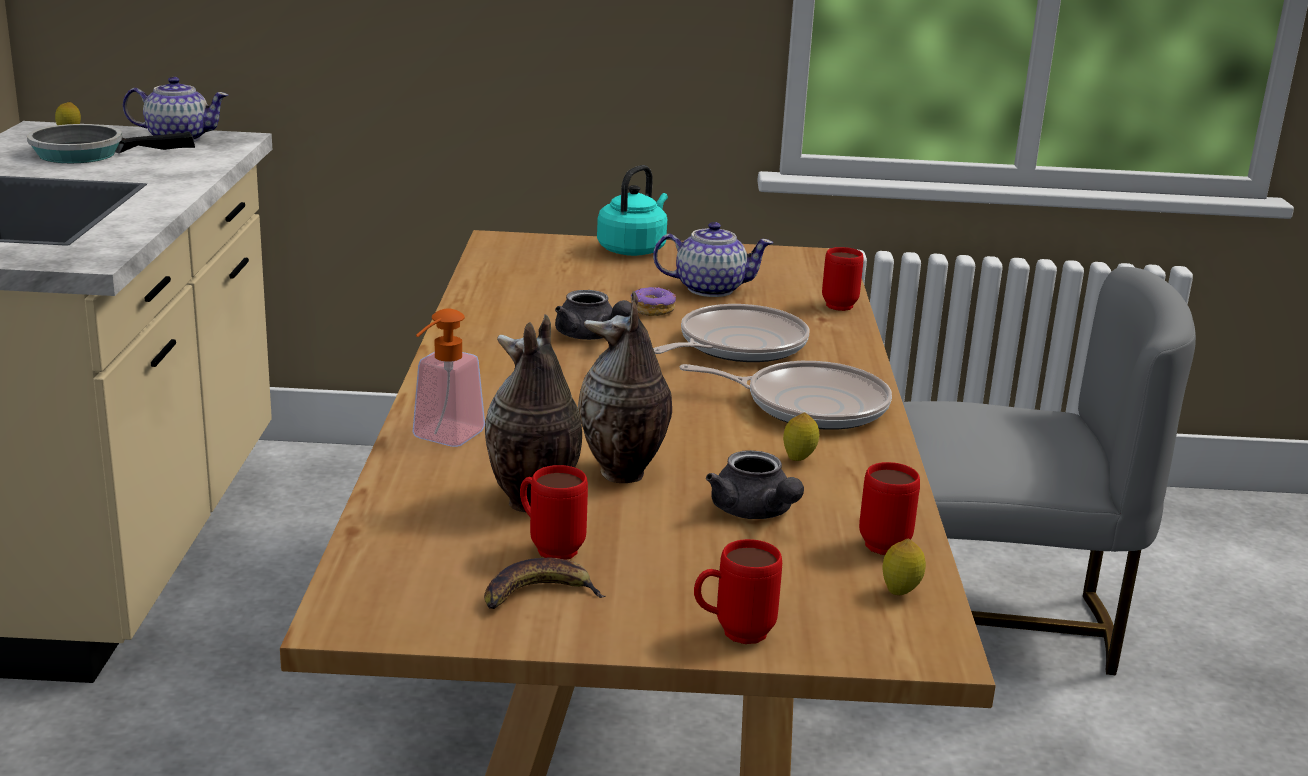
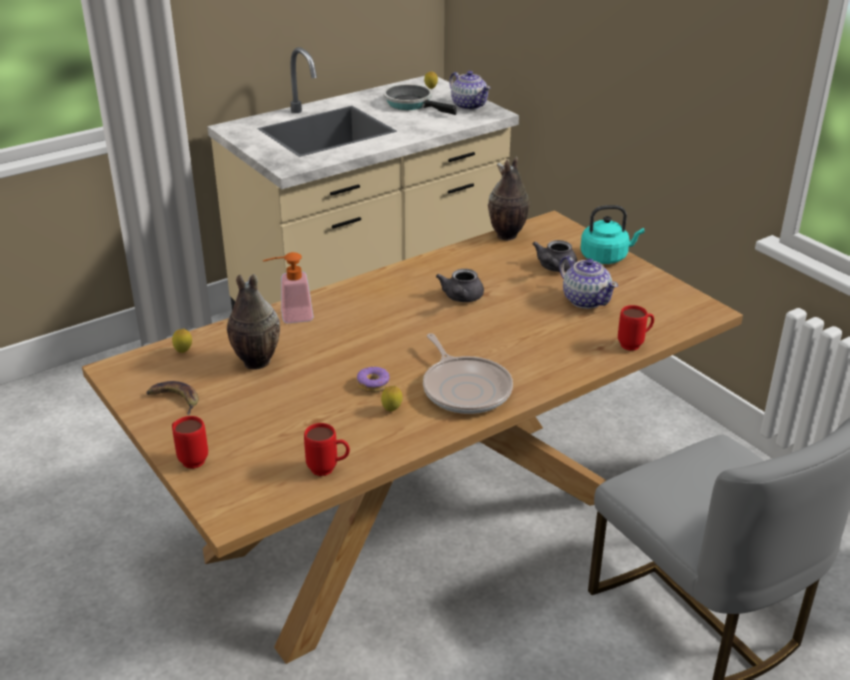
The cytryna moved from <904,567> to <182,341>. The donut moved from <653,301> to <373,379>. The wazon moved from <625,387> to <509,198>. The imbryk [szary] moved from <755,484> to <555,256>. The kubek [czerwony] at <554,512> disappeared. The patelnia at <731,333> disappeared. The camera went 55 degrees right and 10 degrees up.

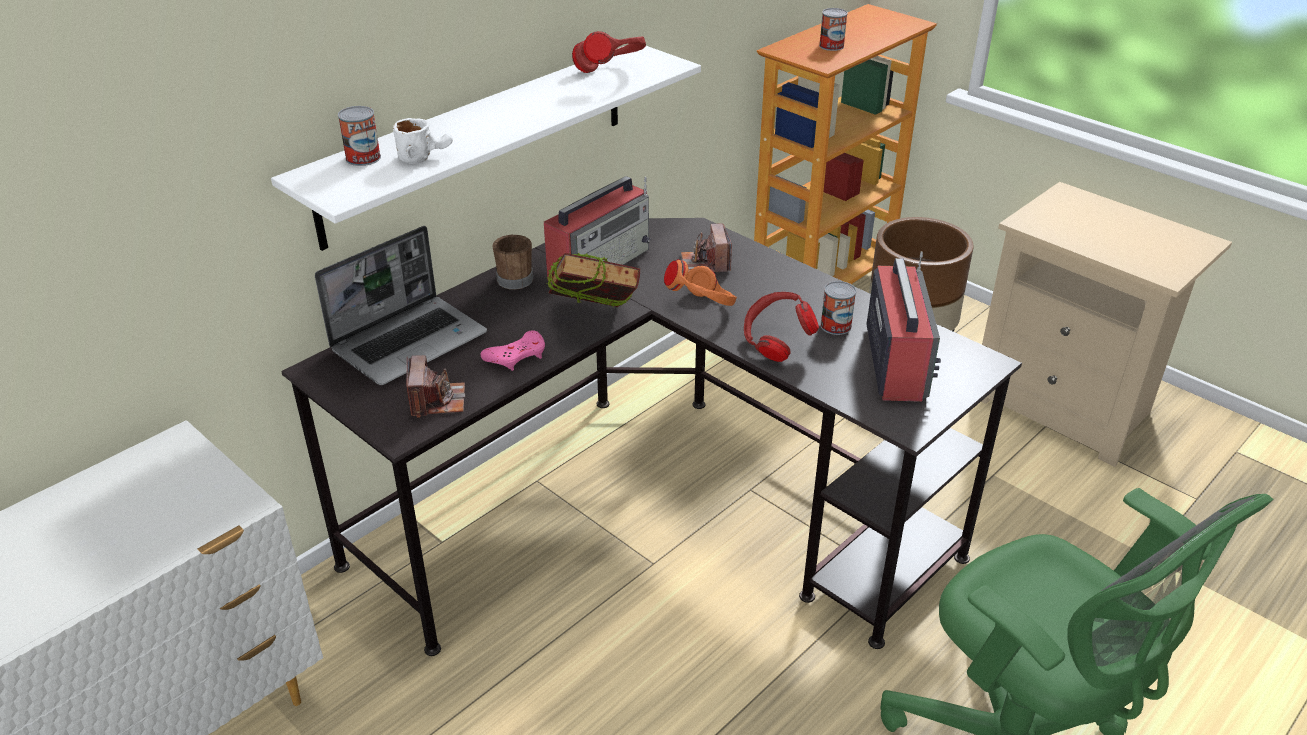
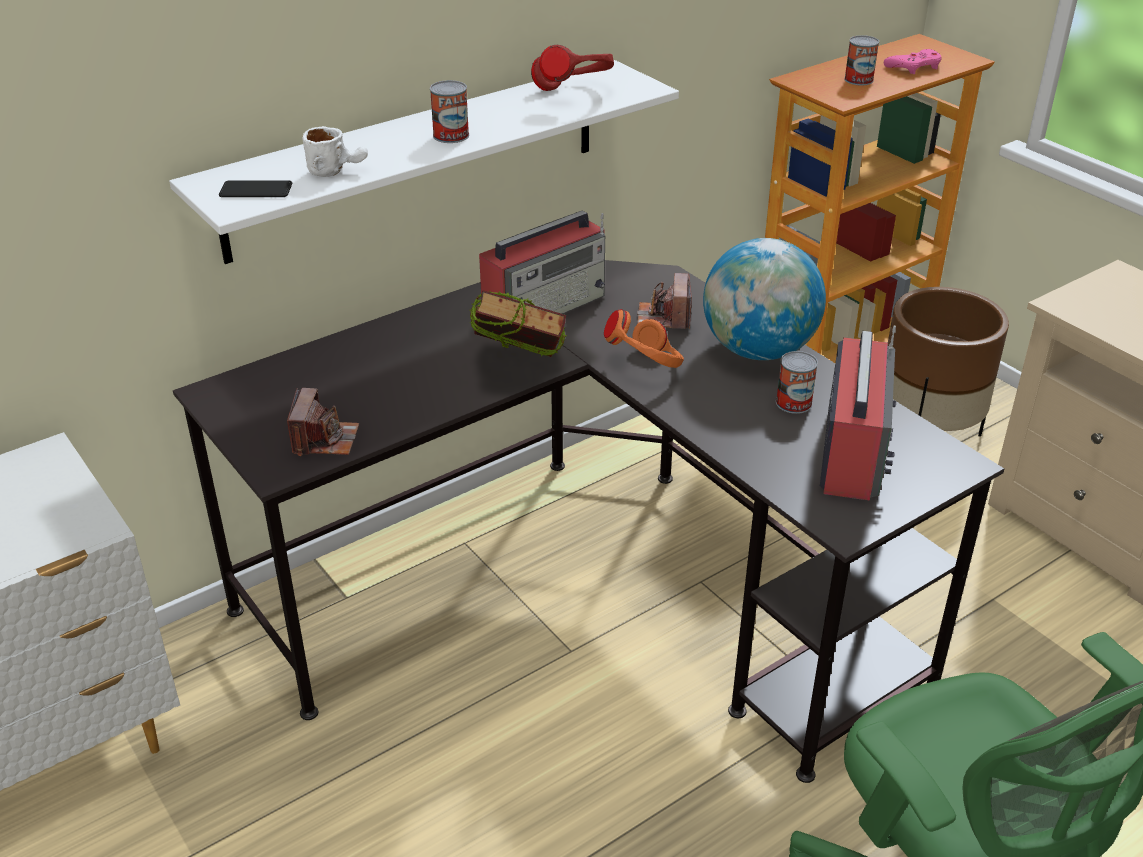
The telefon at <255,188> appeared. The puszka moved from <359,136> to <449,111>. The globus at <764,299> appeared. The pad do gier [różowy] moved from <513,350> to <913,61>. The laptop at <401,305> disappeared. The kubek [brązowy] at <512,262> disappeared. The słuchawki [czerwony] at <781,327> disappeared. The camera went 10 degrees right and 0 degrees up.

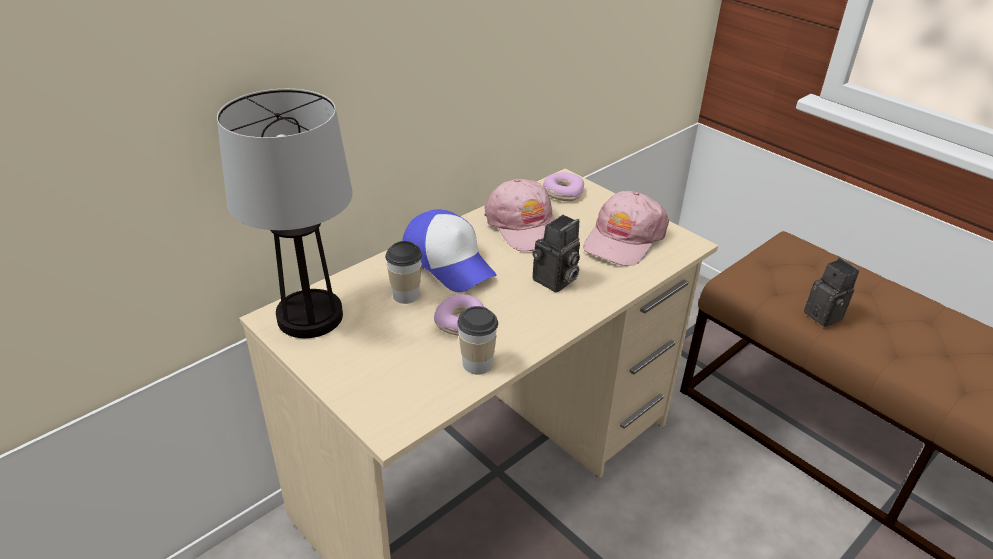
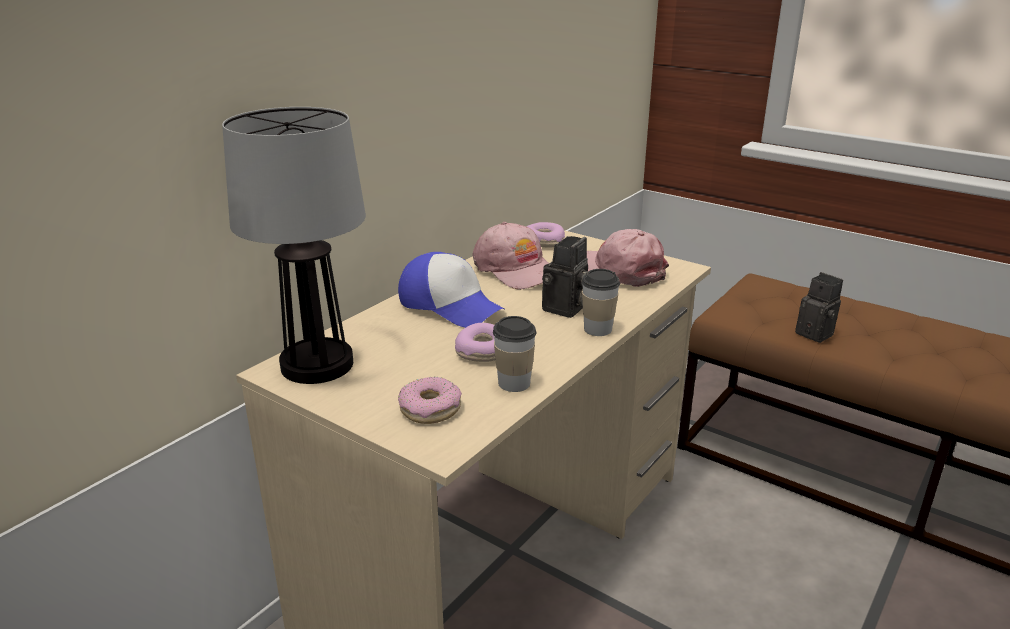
The donut at <430,400> appeared. The filiżanka moved from <403,272> to <601,302>. The czapka z daszkiem [różowy] at <626,228> turned 105 degrees clockwise. The camera went 10 degrees left and 10 degrees down.

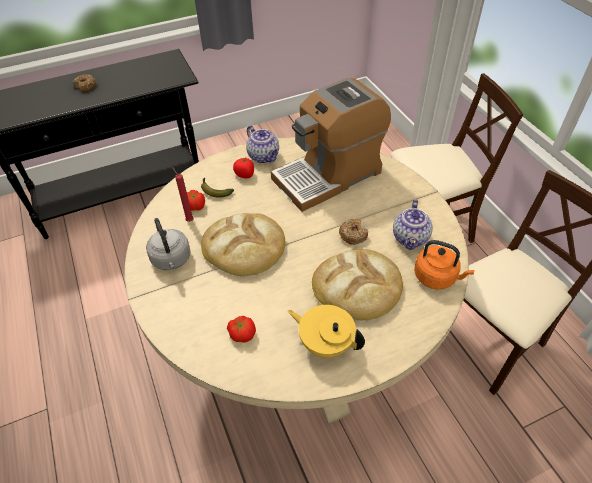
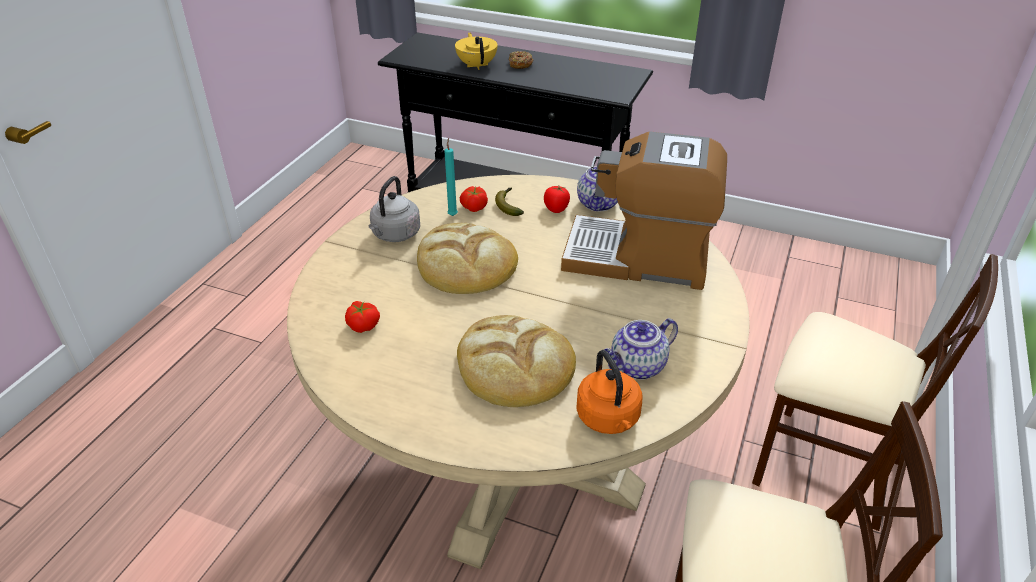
The świeca [czerwony] at <183,194> became the świeca [turkusowy] at <451,177>. The imbryk [żółty] moved from <326,331> to <476,51>. The donut at <353,232> disappeared. The camera went 45 degrees right and 10 degrees down.

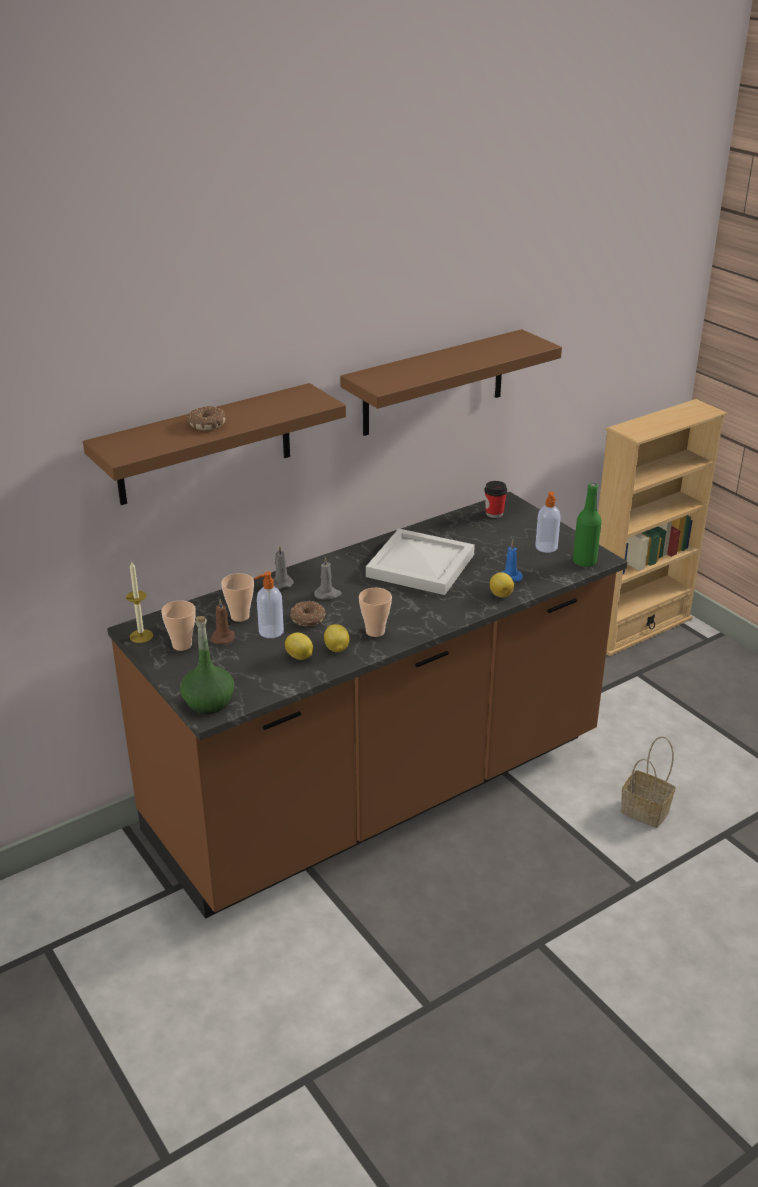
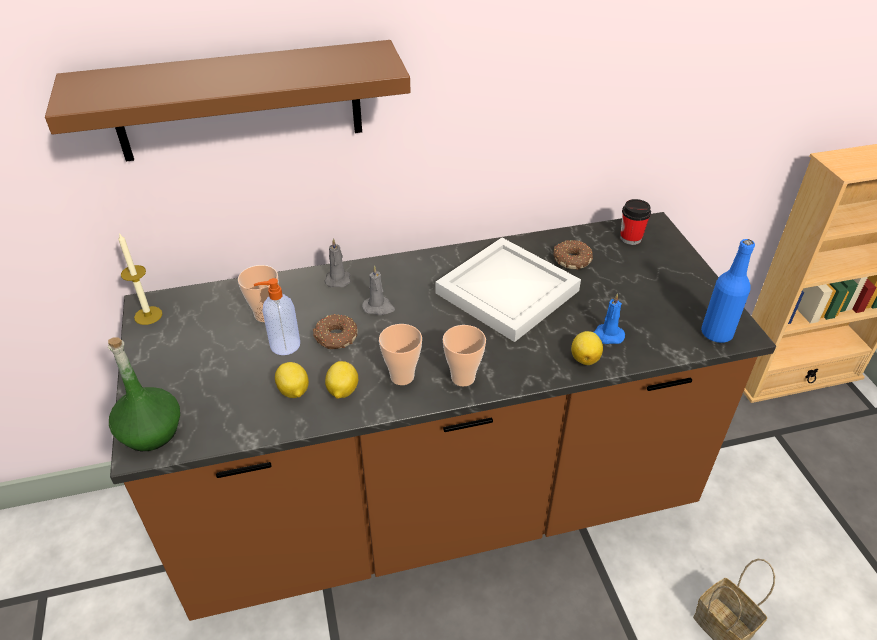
The filiżanka moved from <178,626> to <464,356>. The donut moved from <206,418> to <573,254>. The butelka [zielony] at <587,525> became the butelka [niebieski] at <728,291>. The świeca [brązowy] at <223,621> disappeared. The półka [brązowy] at <451,382> disappeared. The dozownik mydła at <548,522> disappeared. The camera went 20 degrees right and 10 degrees up.

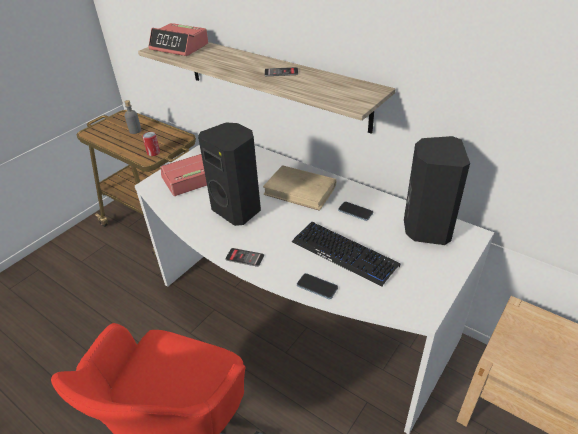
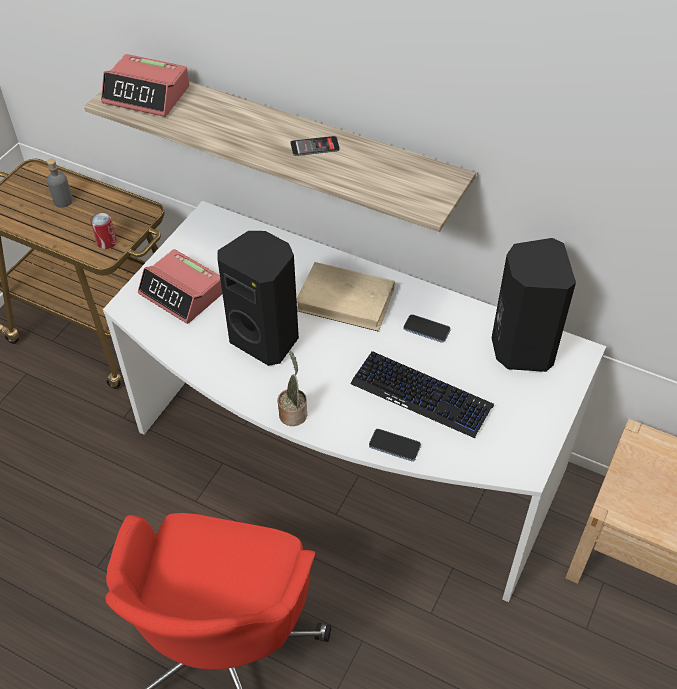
The budzik at <184,175> turned 105 degrees counterclockwise. The telefon at <244,257> was replaced by the roślina doniczkowa at <292,388>. The camera went 10 degrees left and 10 degrees up.

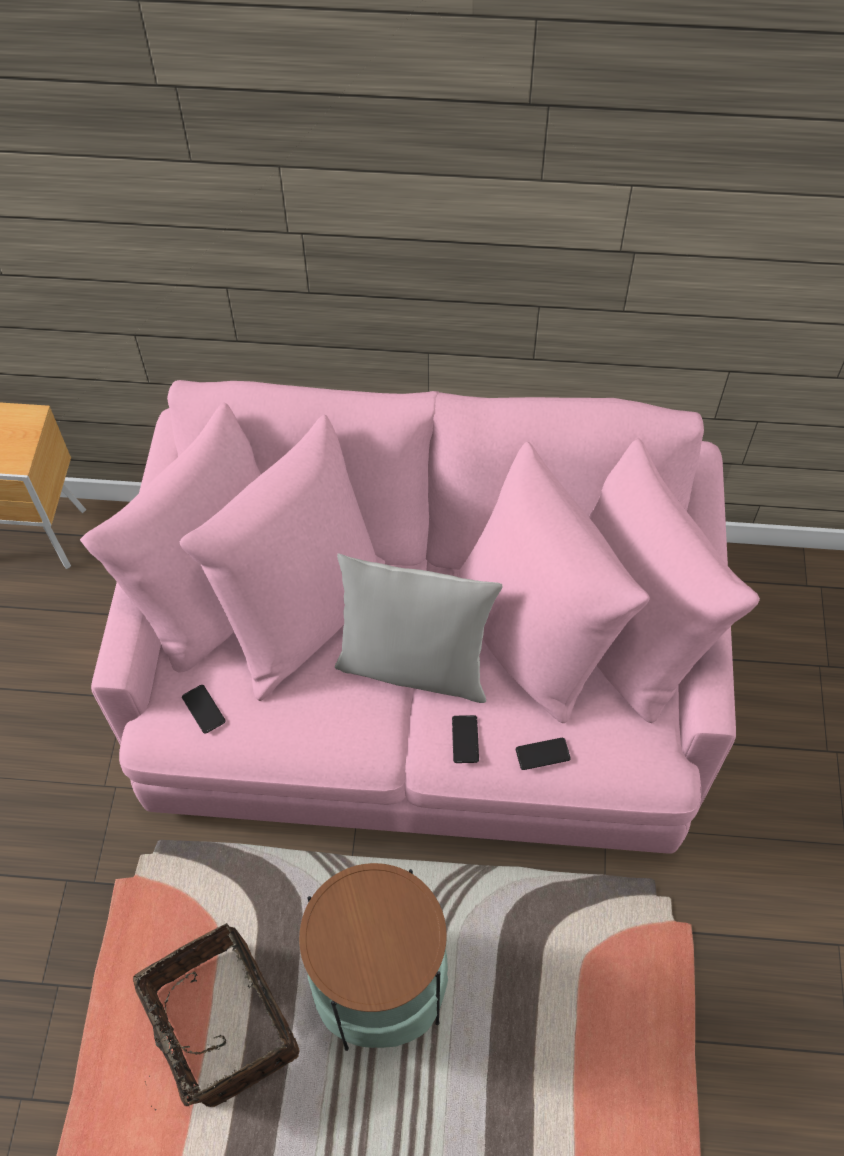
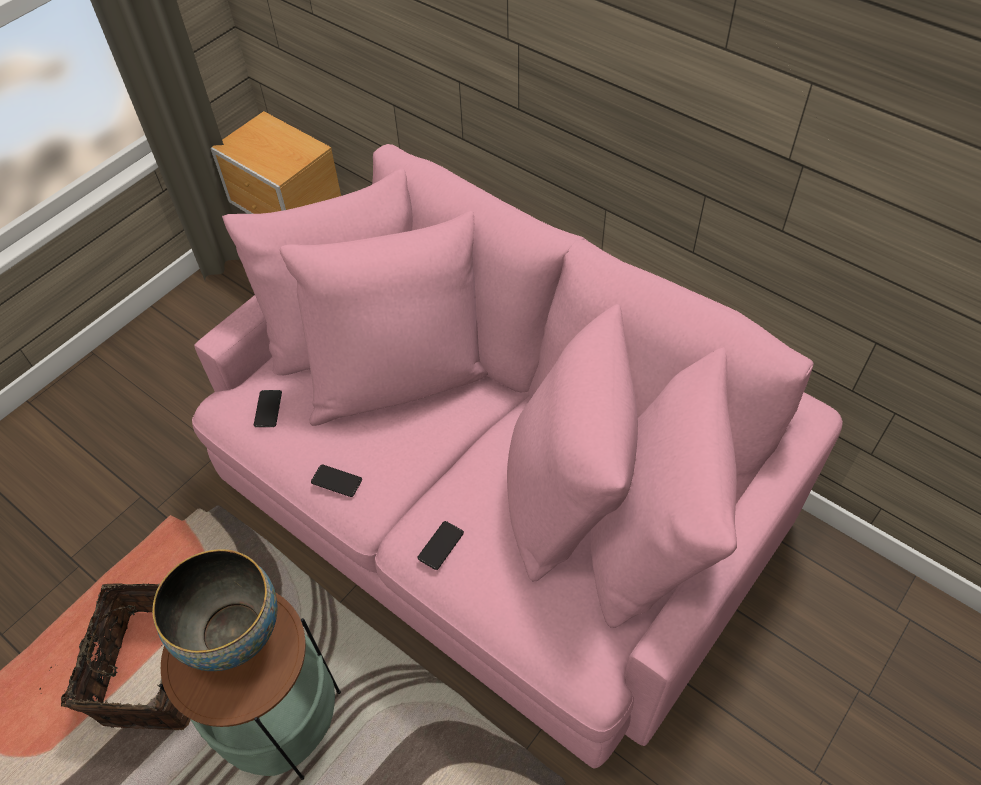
The miska at <215,610> appeared. The telefon moved from <543,754> to <336,481>. The poduszka [szary] at <419,628> disappeared. The camera went 35 degrees right and 5 degrees down.

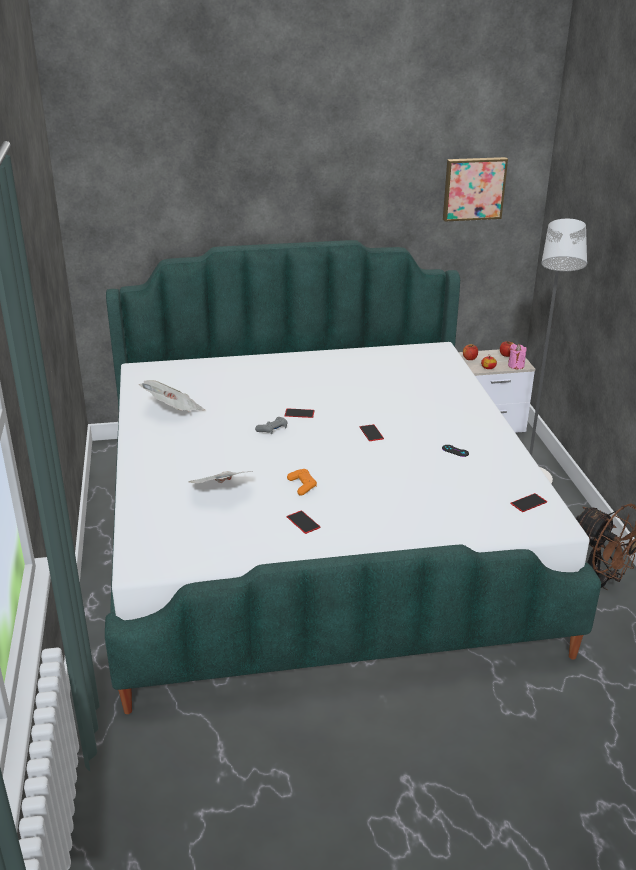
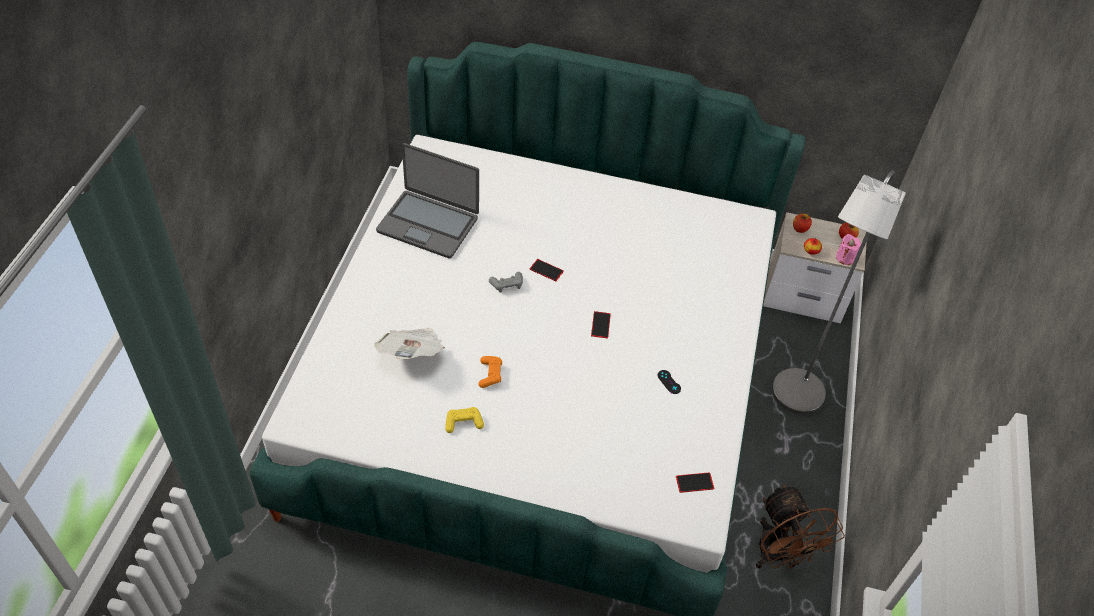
The gazeta at <172,396> was replaced by the laptop at <427,201>. The telefon at <304,522> was replaced by the pad do gier [żółty] at <464,420>. The obraz at <475,189> disappeared. The camera went 20 degrees right and 20 degrees up.

